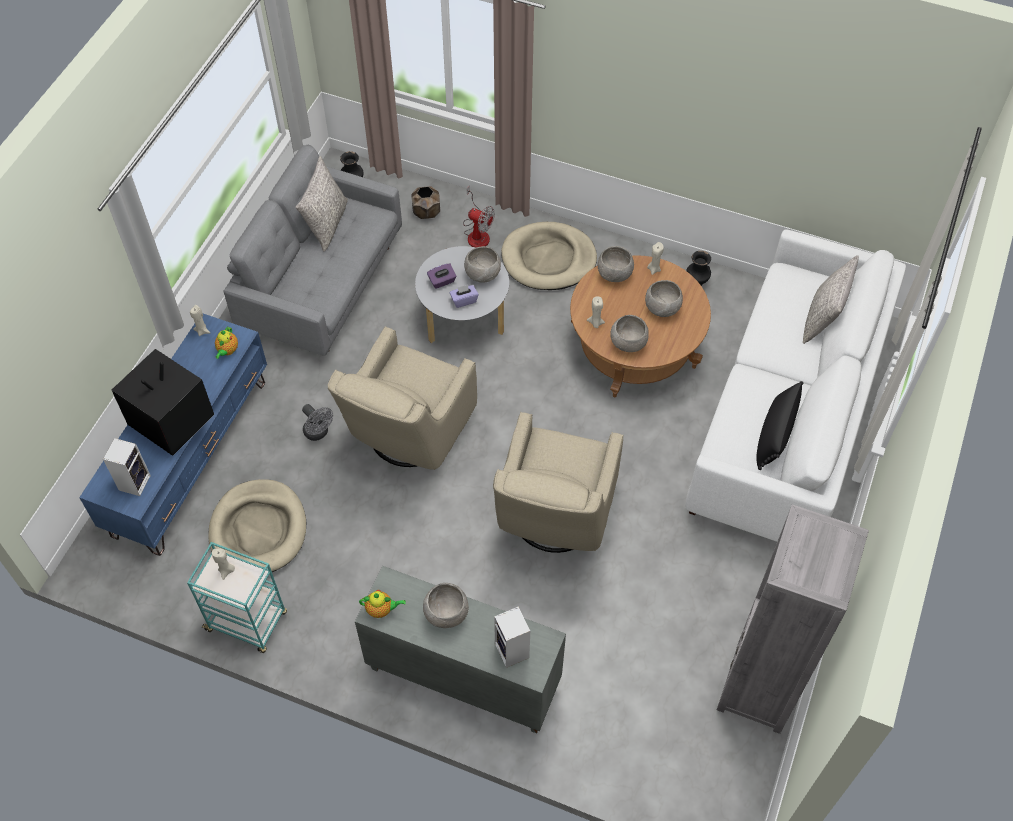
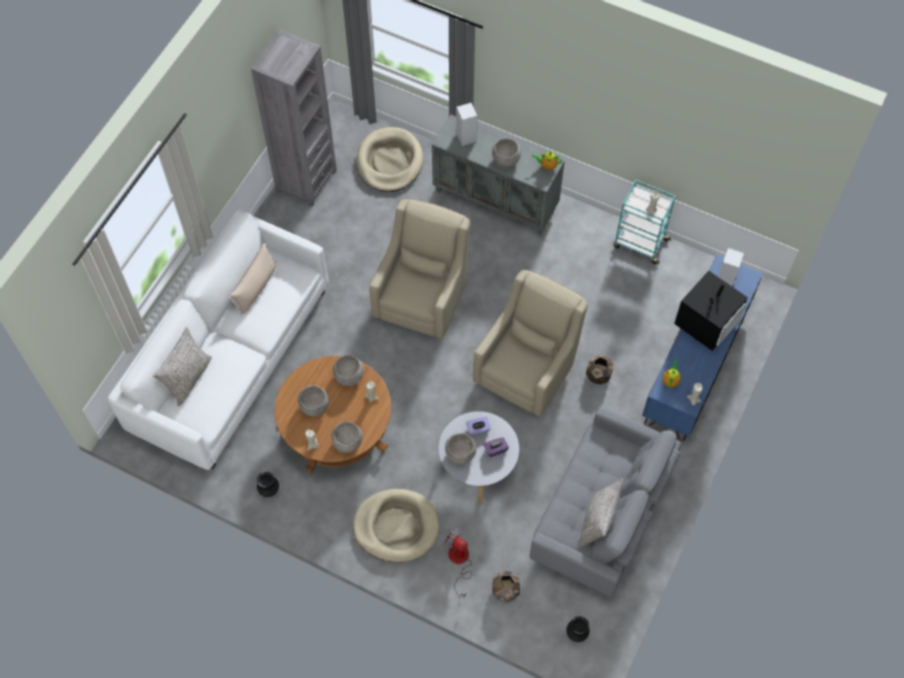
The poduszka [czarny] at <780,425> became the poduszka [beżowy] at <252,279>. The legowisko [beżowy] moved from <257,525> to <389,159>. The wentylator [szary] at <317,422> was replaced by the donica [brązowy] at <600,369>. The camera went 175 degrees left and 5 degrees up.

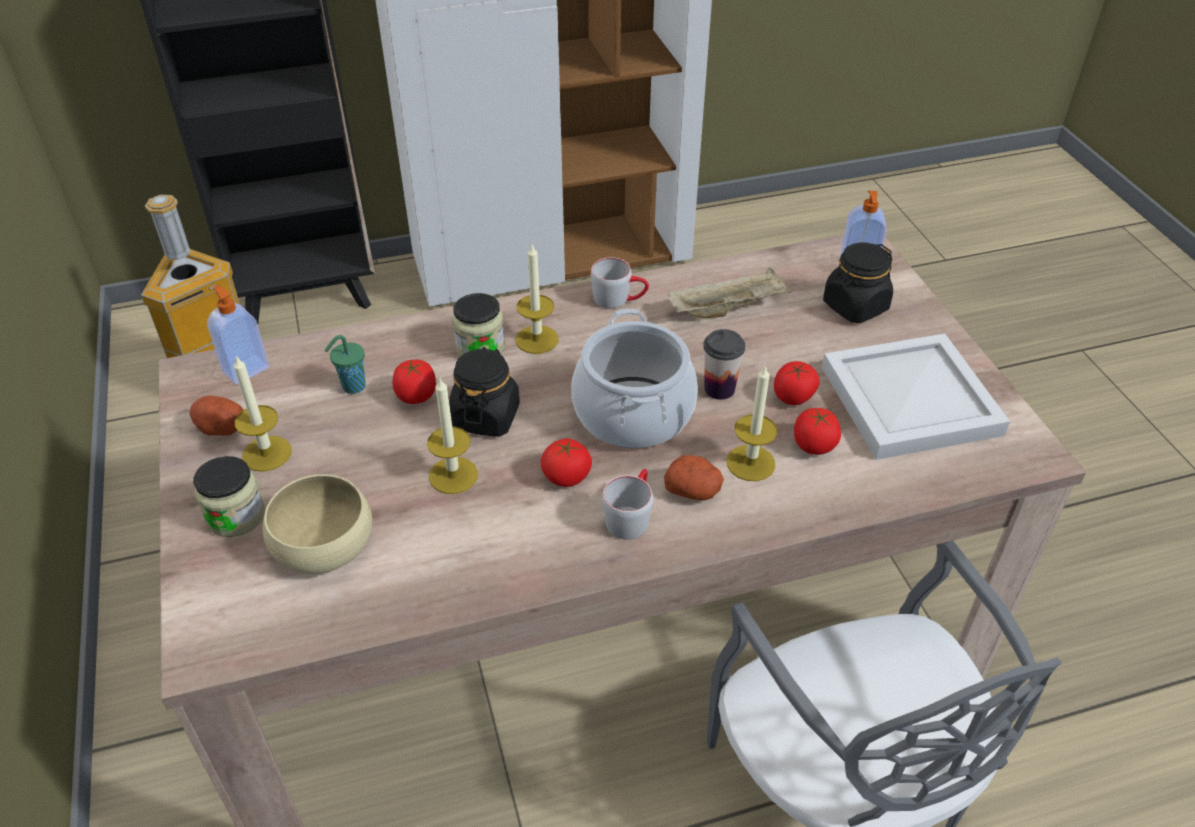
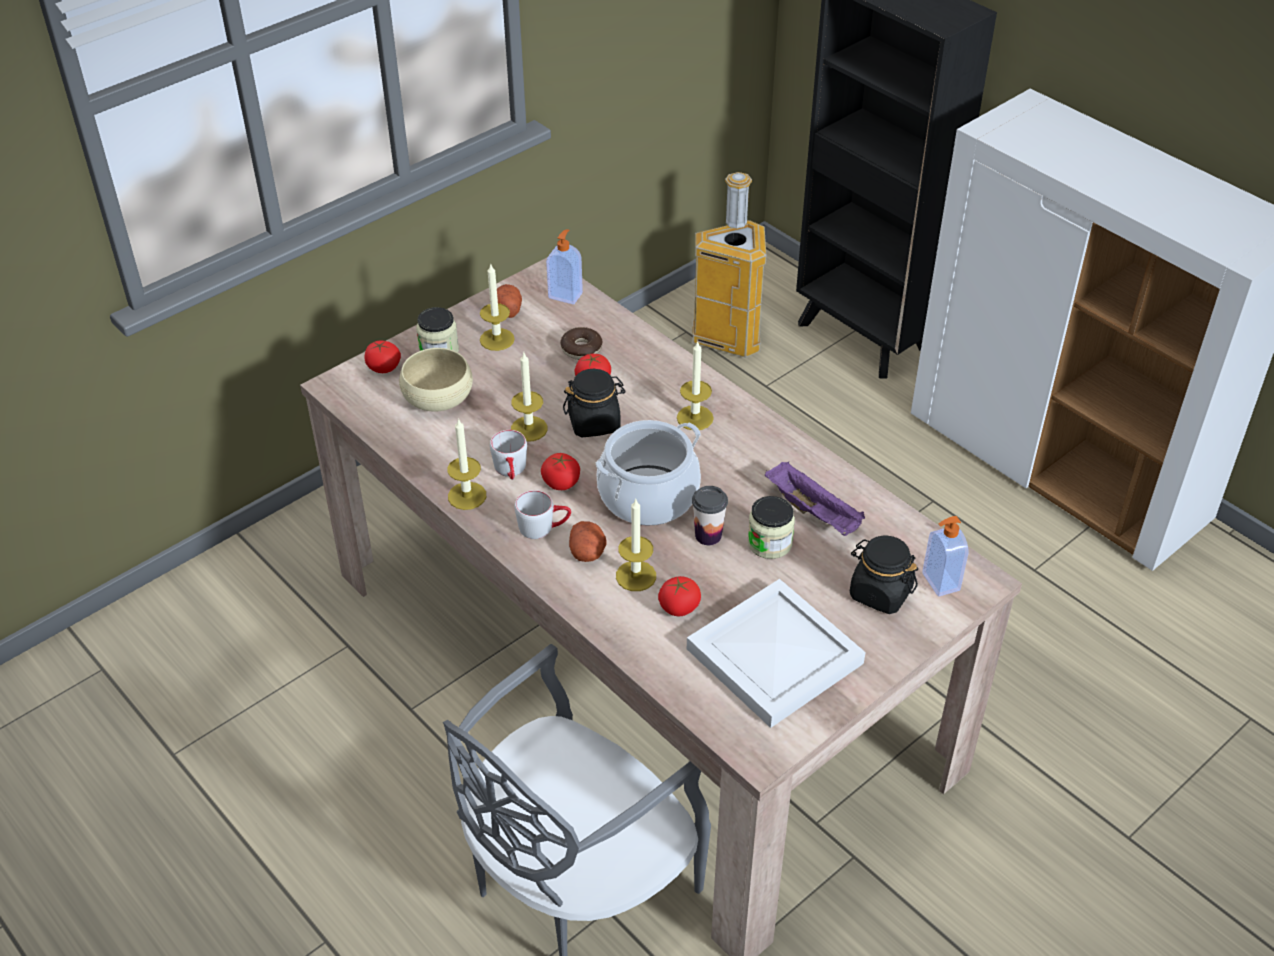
The pomidor moved from <797,383> to <382,357>. The świeca at <466,464> appeared. The kubek [szary] moved from <620,283> to <508,455>. The filiżanka [zielony] at <345,364> was replaced by the donut at <581,343>. The słoik moved from <478,324> to <771,527>. The taca [beżowy] at <730,293> became the taca [fioletowy] at <815,499>. The camera went 65 degrees right and 0 degrees up.

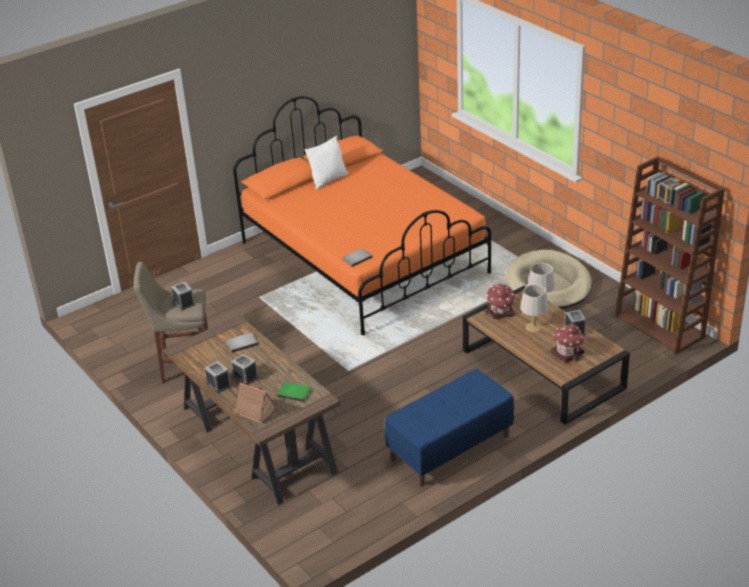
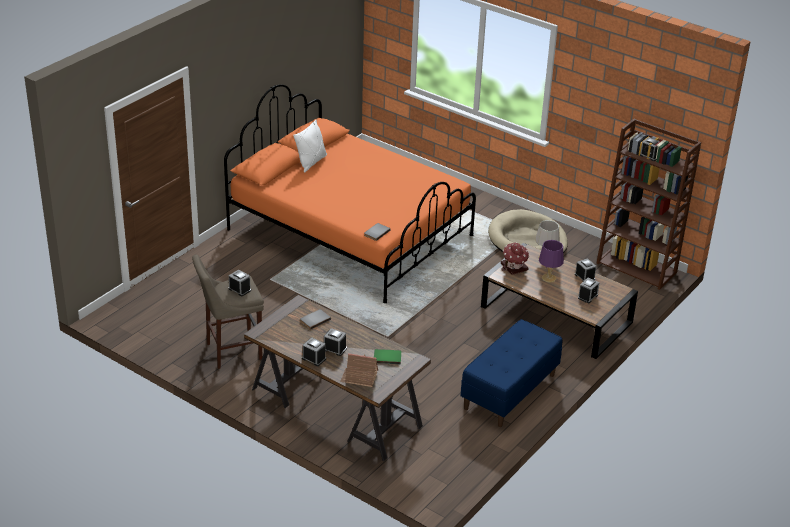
The lampa stołowa [szary] at <534,308> became the lampa stołowa [fioletowy] at <551,261>. The domek at <567,343> was replaced by the budzik at <589,290>. The camera went 20 degrees left and 0 degrees up.

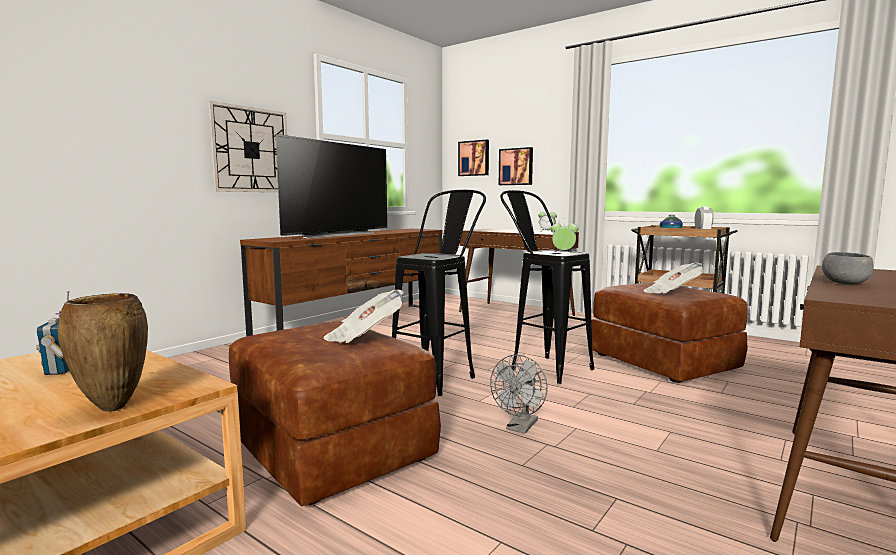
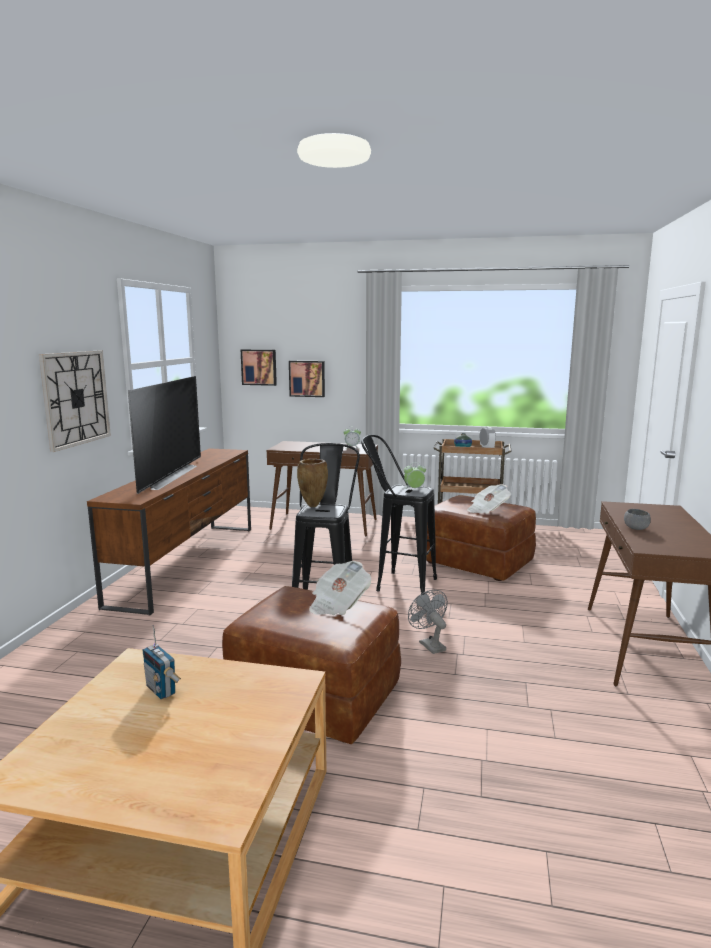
The wazon [brązowy] moved from <103,352> to <312,483>. The wentylator [szary] at <519,394> turned 150 degrees clockwise. The camera went 25 degrees left and 5 degrees up.

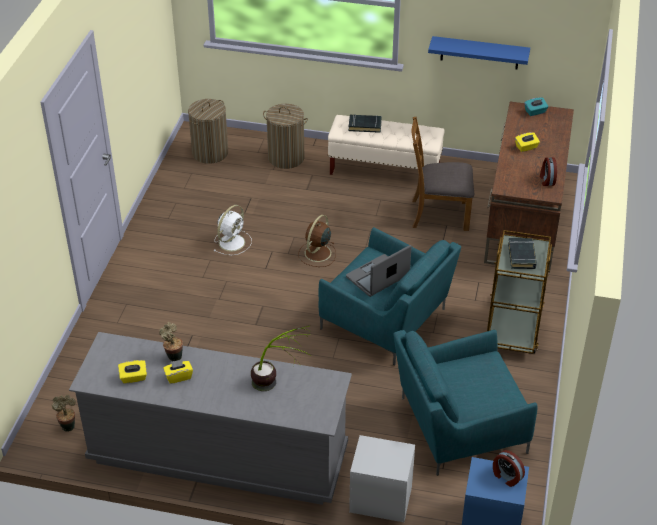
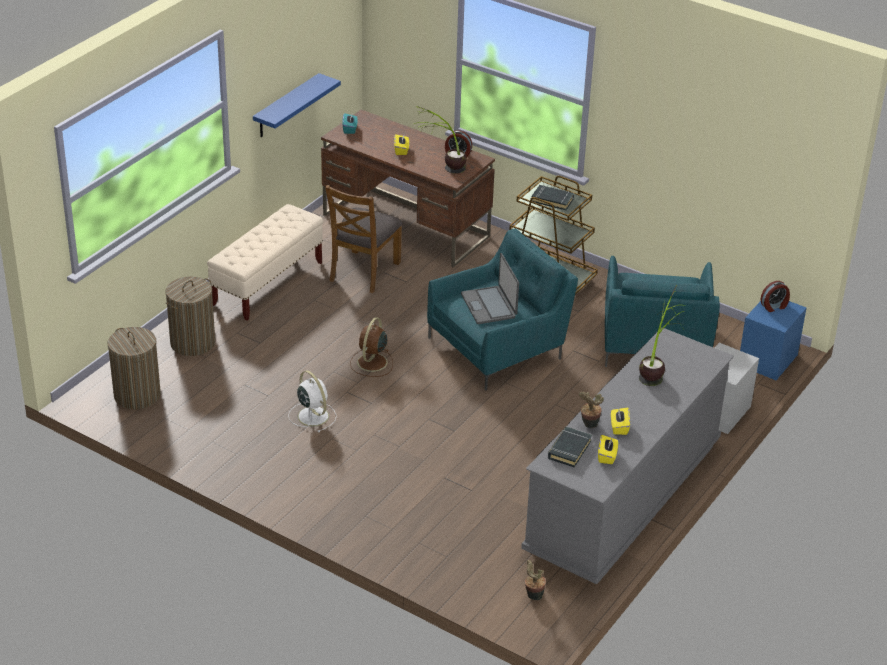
The wentylator [brązowy] at <317,241> turned 60 degrees clockwise. The roślina doniczkowa at <440,140> appeared. The książka [czarny] moved from <365,123> to <570,447>. The camera went 70 degrees left and 5 degrees down.

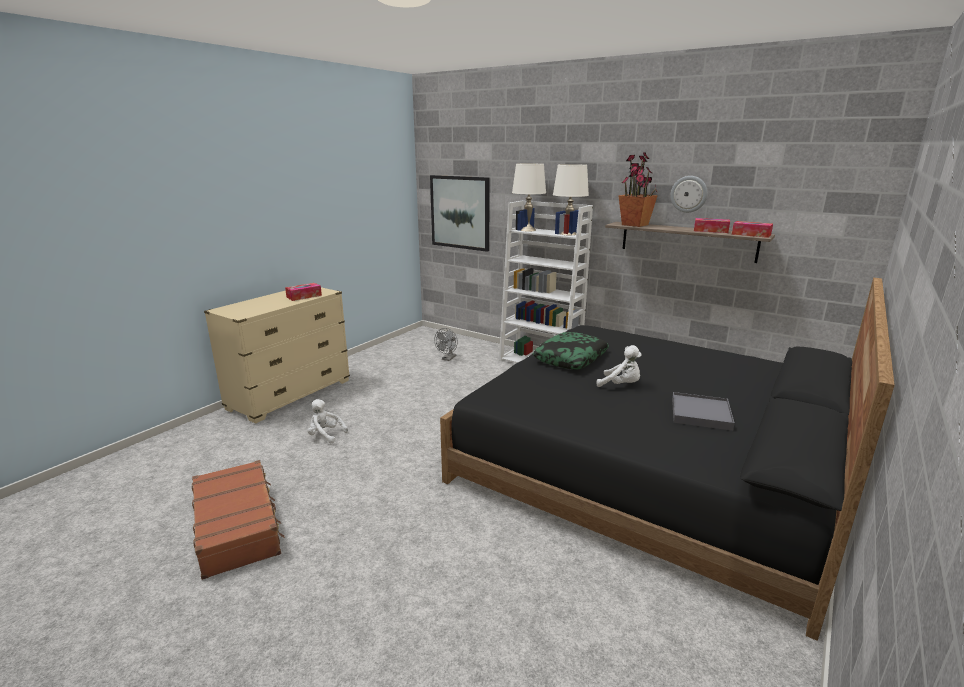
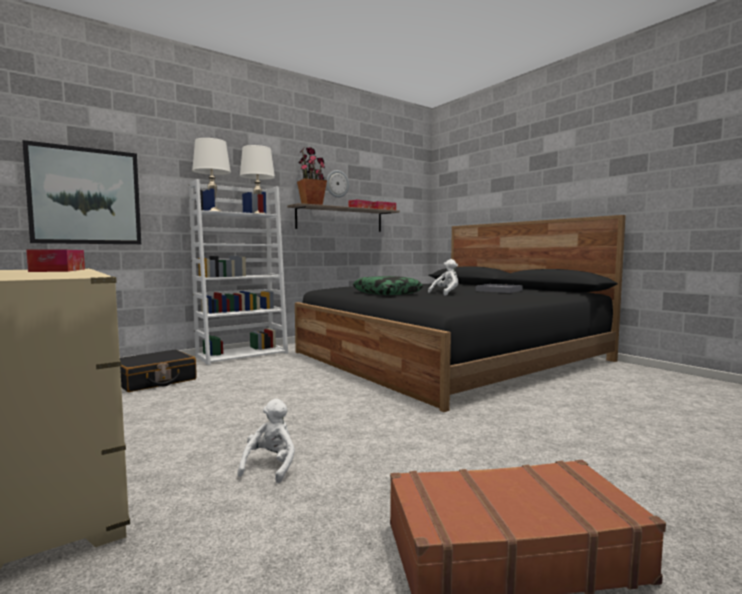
The wentylator [szary] at <446,344> was replaced by the walizka [czarny] at <158,371>. The pluszak [biały] at <328,421> turned 150 degrees clockwise. The camera went 70 degrees left and 15 degrees down.

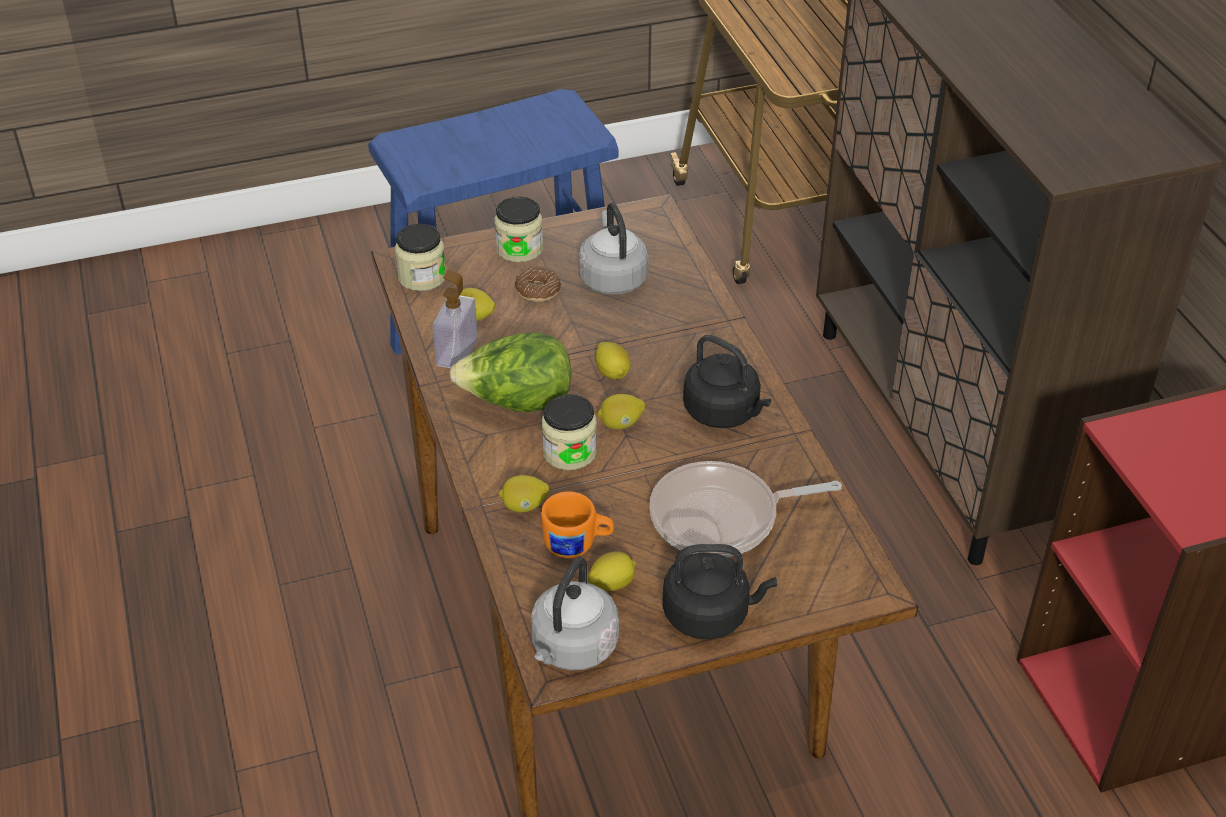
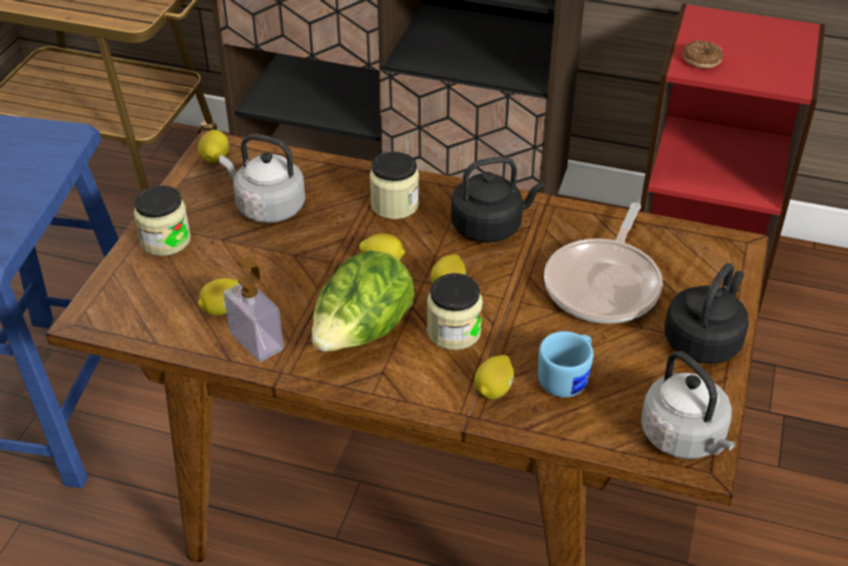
The cytryna moved from <611,571> to <213,146>. The słoik moved from <420,257> to <394,186>. The kubek [pomarańczowy] at <577,524> became the kubek [niebieski] at <565,364>. The donut moved from <538,284> to <703,54>. The camera went 55 degrees left and 0 degrees up.

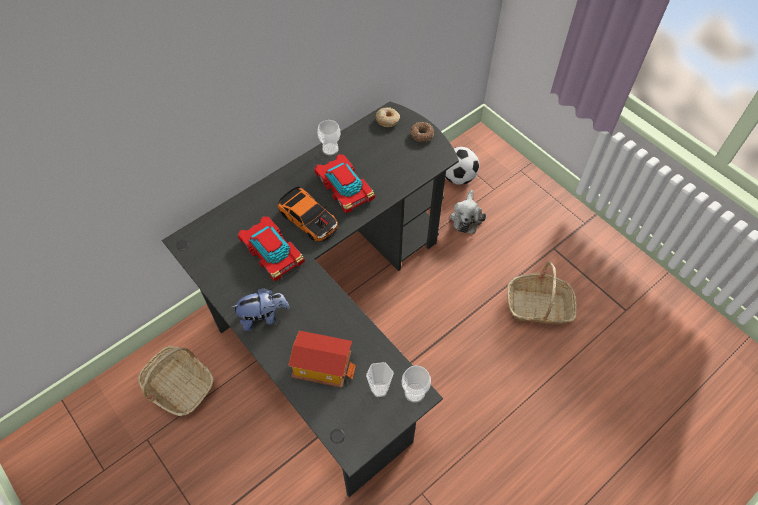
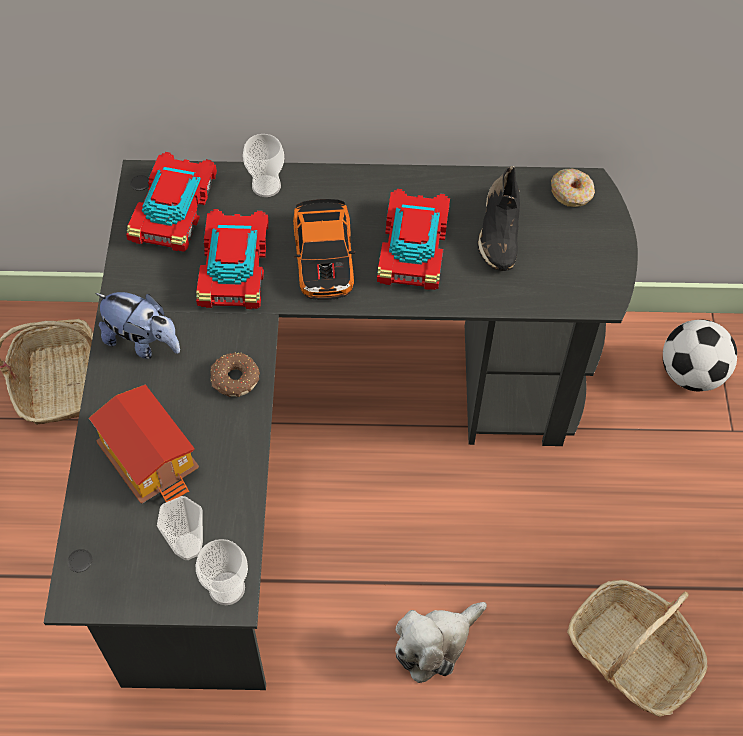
The samochodzik at <171,202> appeared. The donut moved from <422,132> to <235,375>. The filiżanka moved from <329,137> to <263,165>. The pluszak moved from <468,212> to <441,642>. The but [czarny] at <498,218> appeared. The camera went 40 degrees right and 0 degrees up.

